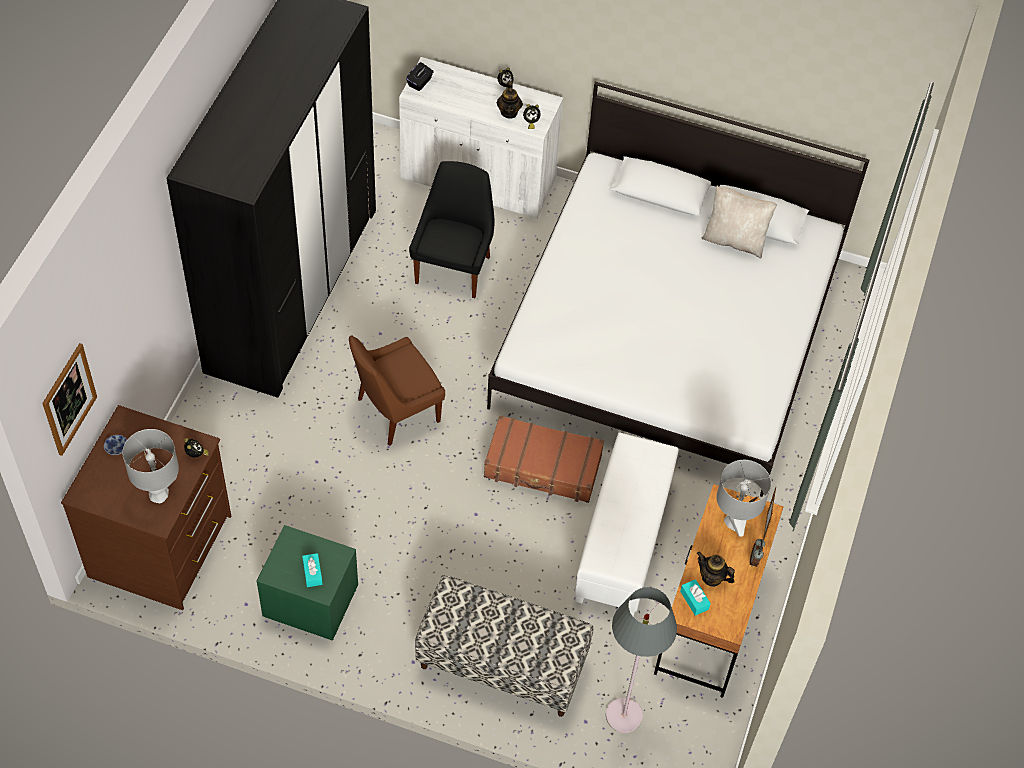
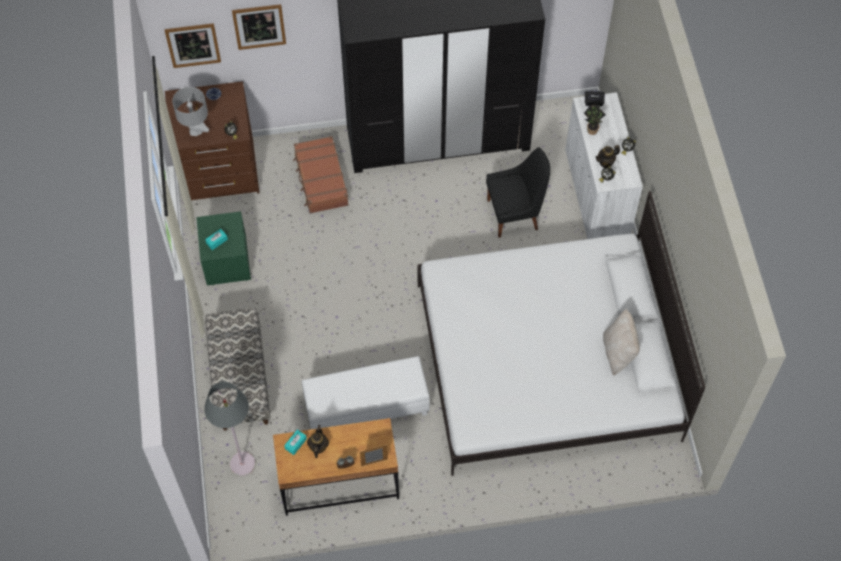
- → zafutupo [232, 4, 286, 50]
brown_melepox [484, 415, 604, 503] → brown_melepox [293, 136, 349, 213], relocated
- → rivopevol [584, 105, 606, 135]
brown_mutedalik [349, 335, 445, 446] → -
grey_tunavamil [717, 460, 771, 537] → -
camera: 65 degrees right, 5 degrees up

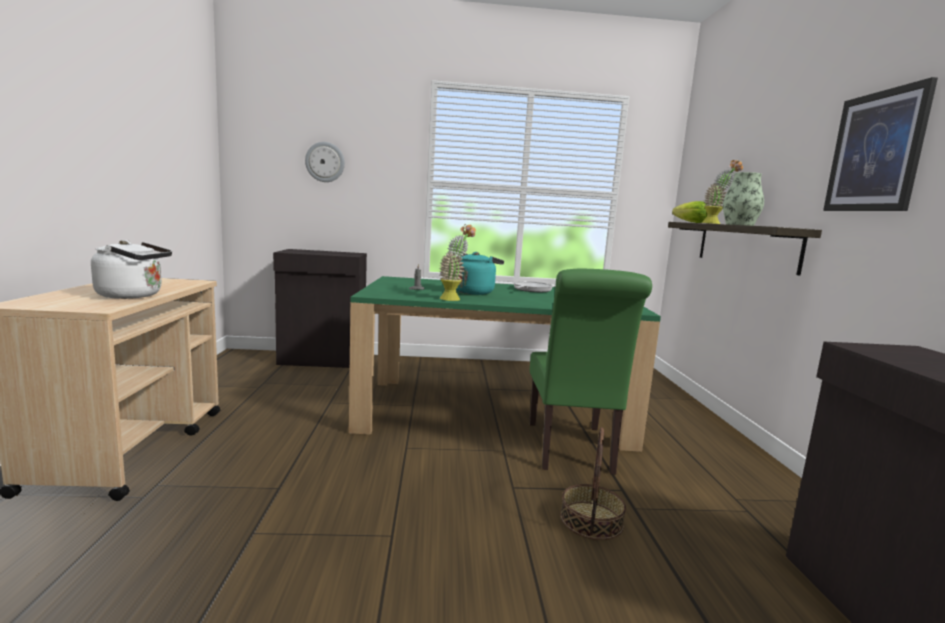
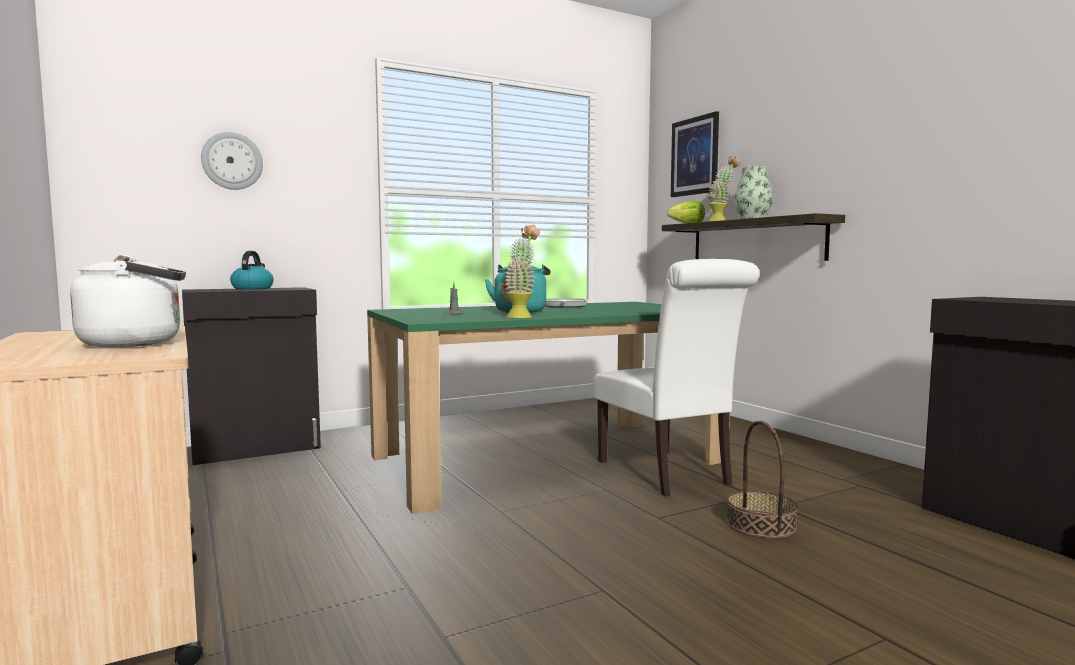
- → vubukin [230, 251, 274, 289]
green_mutedalik [529, 269, 652, 475] → white_mutedalik [593, 259, 760, 497]
zafutupo [823, 77, 938, 211] → zafutupo [671, 111, 719, 197], relocated
camera: 25 degrees left, 5 degrees down

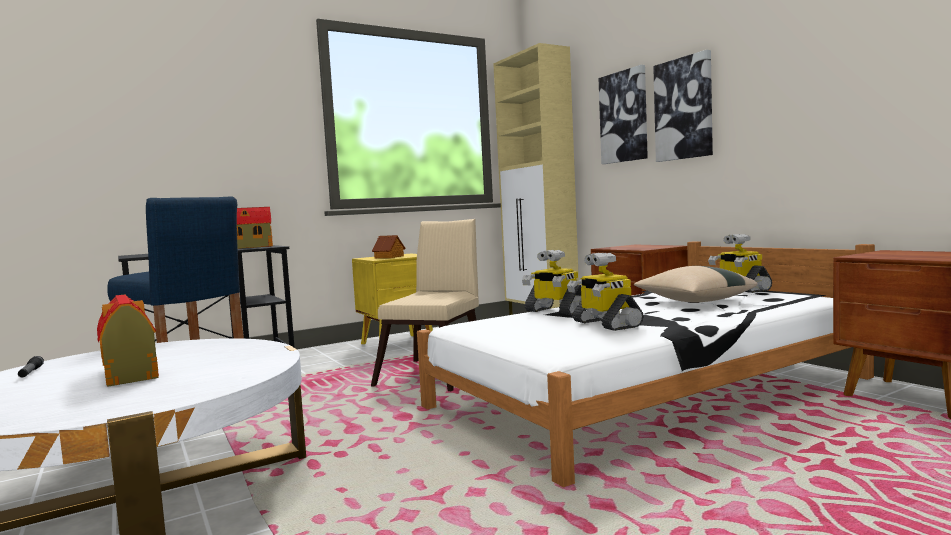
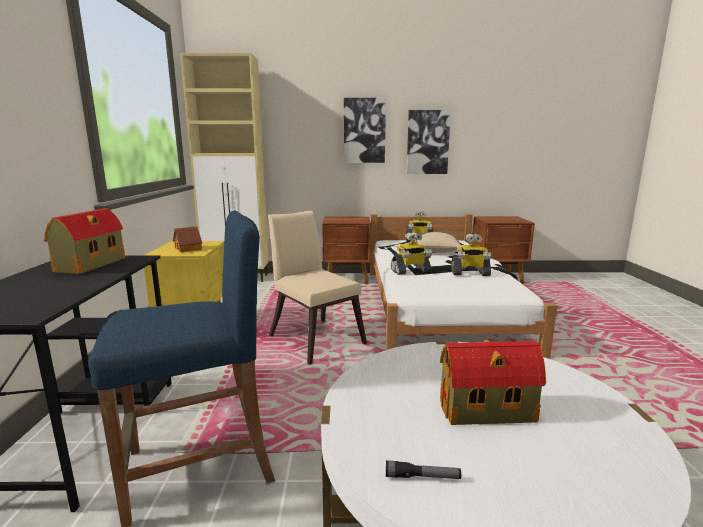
zafutupo [599, 65, 648, 164] → zafutupo [406, 110, 451, 174], relocated
camera: 60 degrees left, 10 degrees up

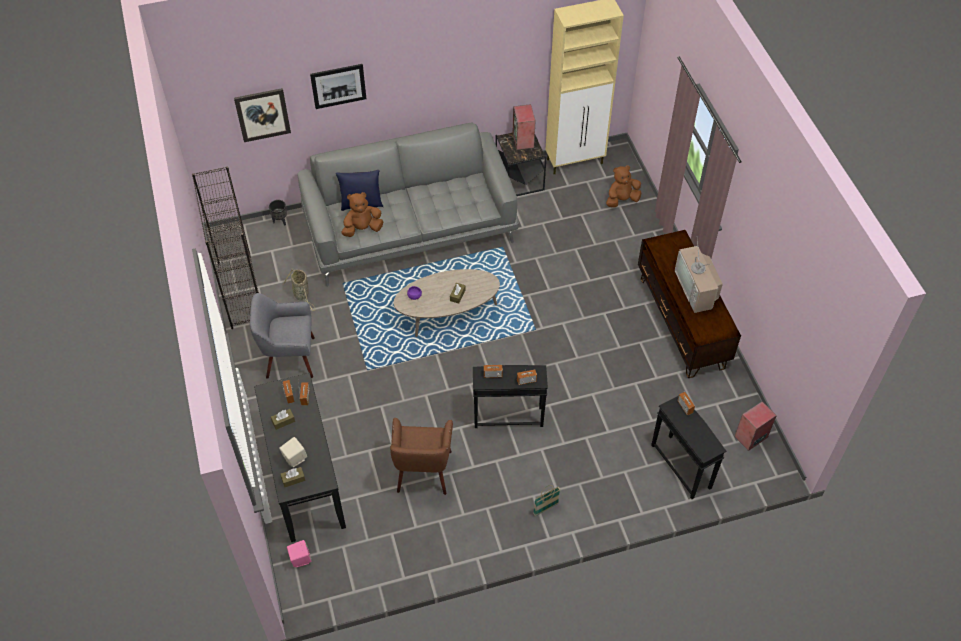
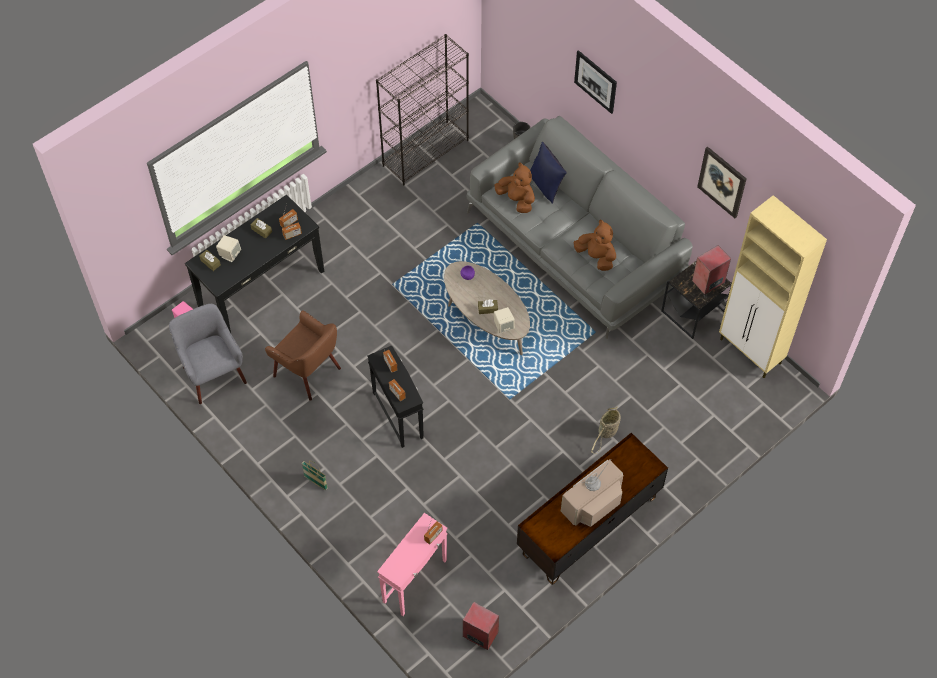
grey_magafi [250, 293, 315, 379] → grey_magafi [169, 304, 247, 404], relocated
brown_magafi [390, 418, 453, 495] → brown_magafi [265, 310, 341, 401], 120 degrees counterclockwise
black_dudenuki [651, 396, 726, 499] → pink_dudenuki [377, 513, 448, 616]
- → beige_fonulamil [494, 307, 515, 333]
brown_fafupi [606, 165, 641, 207] → brown_fafupi [573, 220, 616, 271], relocated
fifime [283, 269, 316, 311] → fifime [591, 406, 621, 454], relocated
zafutupo [234, 88, 291, 142] → zafutupo [697, 146, 747, 218], relocated
camera: 65 degrees right, 5 degrees up

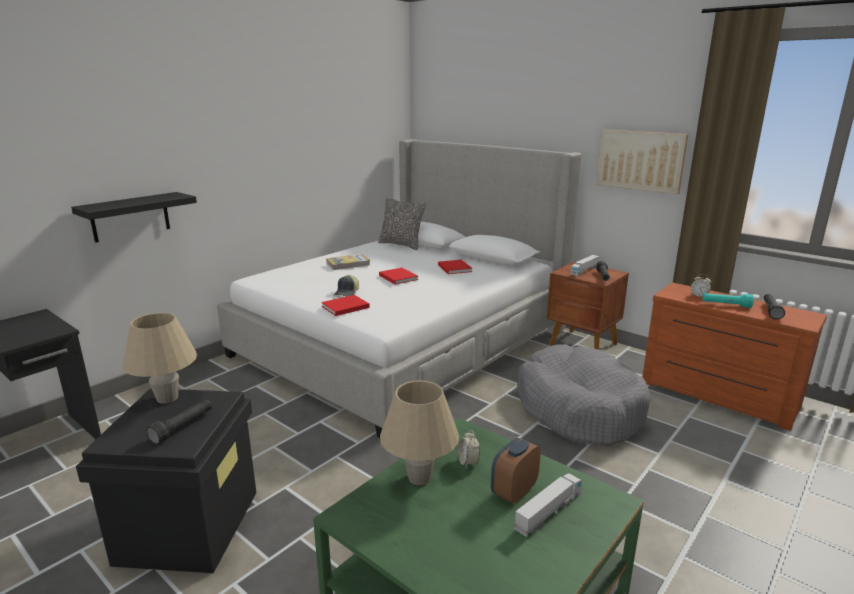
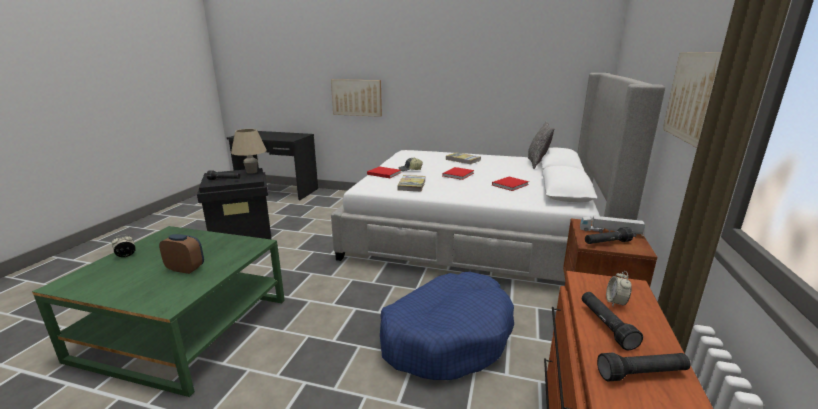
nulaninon [458, 430, 480, 469] → nulaninon [112, 234, 136, 257], relocated
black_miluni [71, 192, 197, 243] → zafutupo [331, 79, 382, 117]
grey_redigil [517, 344, 651, 446] → blue_redigil [380, 271, 514, 380]
- → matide [397, 175, 426, 192]
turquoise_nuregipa [703, 293, 754, 308] → black_nuregipa [582, 292, 643, 350]
beige_tunavamil [380, 380, 459, 485] → -
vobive [514, 473, 582, 537] → -
camera: 65 degrees right, 0 degrees up

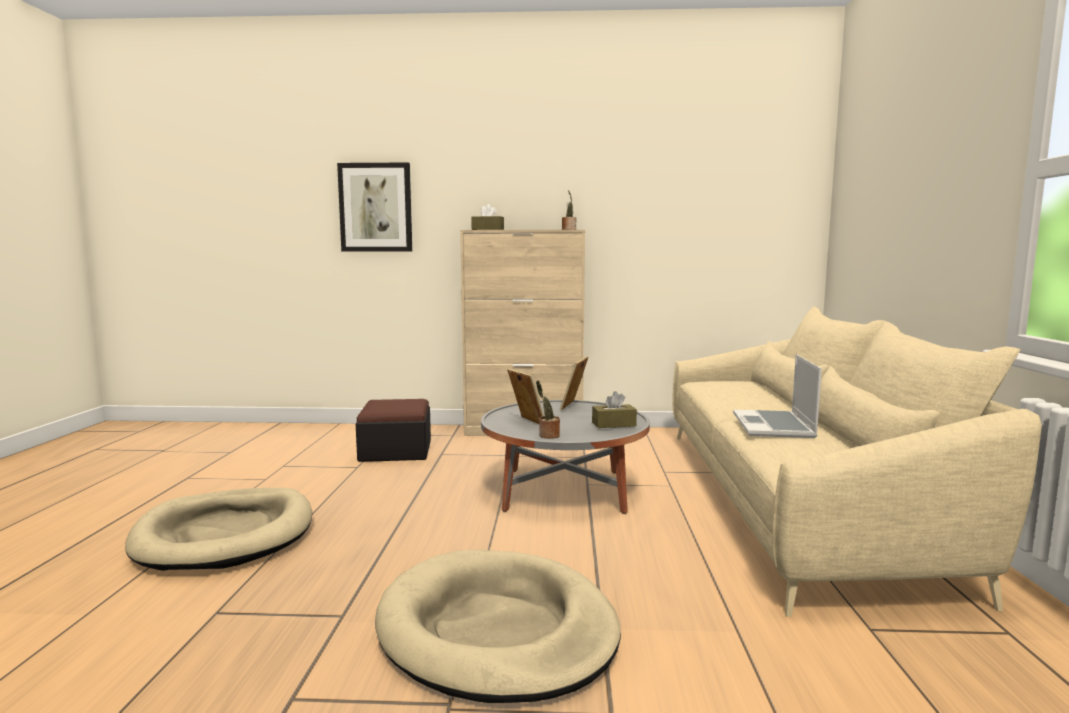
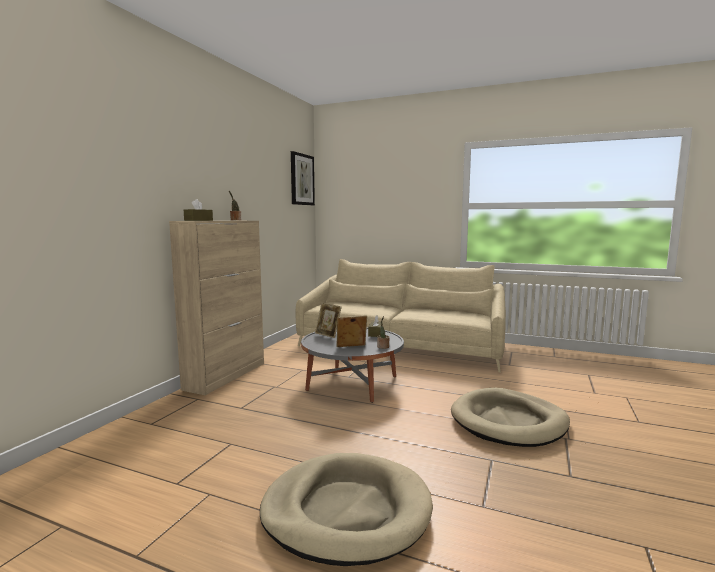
zafutupo [337, 162, 412, 252] → zafutupo [291, 151, 315, 205], relocated
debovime [356, 399, 431, 462] → -
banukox [733, 354, 822, 438] → -
camera: 70 degrees left, 0 degrees up

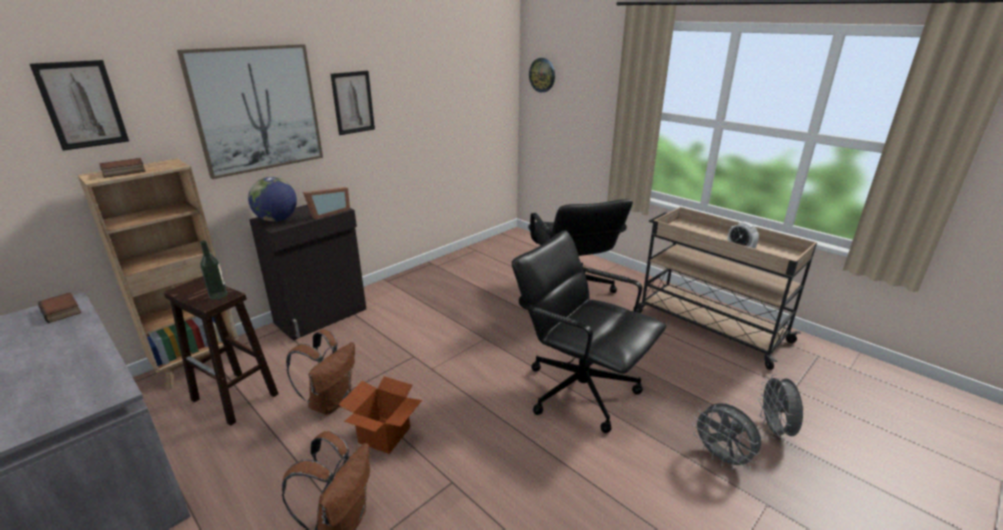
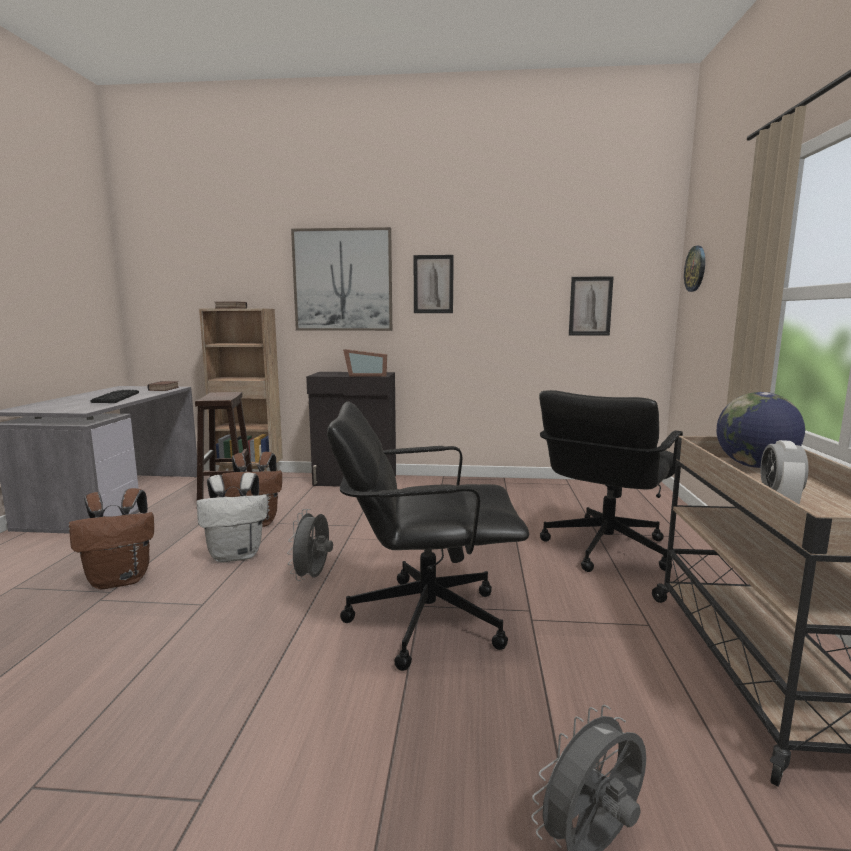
- → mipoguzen [91, 390, 139, 403]
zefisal [338, 376, 422, 454] → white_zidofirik [197, 472, 268, 563]
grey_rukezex [692, 403, 761, 470] → grey_rukezex [287, 509, 333, 581], relocated
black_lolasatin [512, 230, 666, 433] → black_lolasatin [327, 402, 529, 671], 90 degrees counterclockwise
zafutupo [30, 60, 129, 151] → zafutupo [569, 277, 614, 336], relocated
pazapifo [248, 177, 297, 222] → pazapifo [717, 392, 805, 468], relocated
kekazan [200, 240, 227, 300] → -
camera: 50 degrees right, 15 degrees down

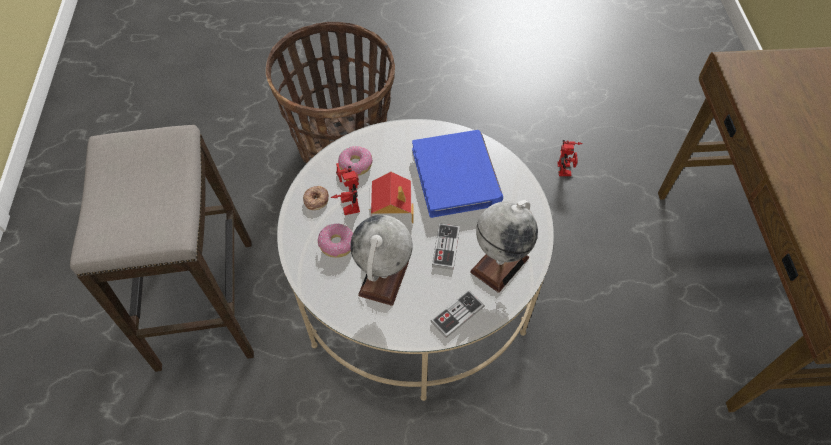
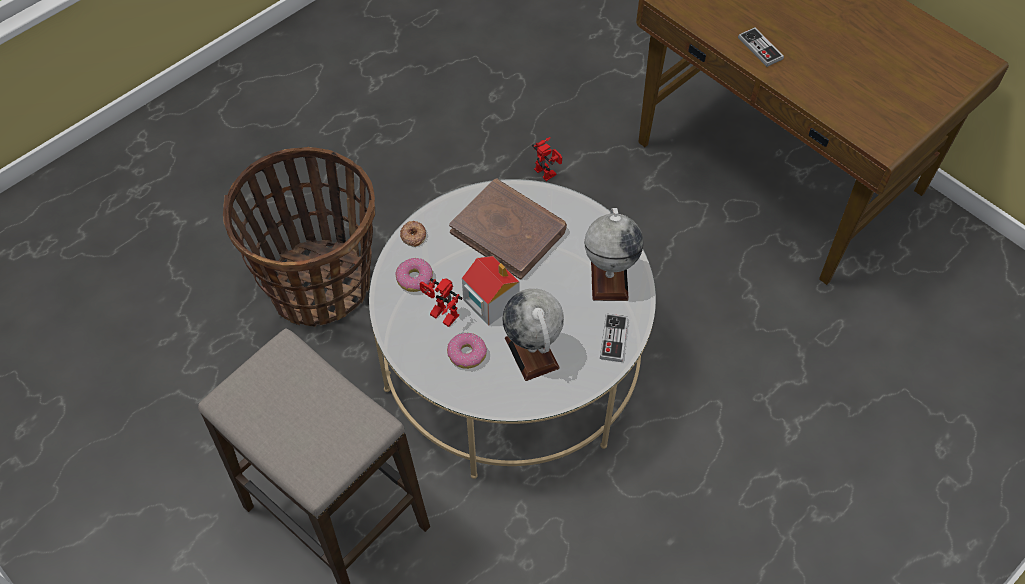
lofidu [303, 186, 329, 210] → lofidu [400, 221, 426, 247], relocated
blue_matide [412, 130, 503, 218] → brown_matide [449, 179, 567, 280]
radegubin [432, 223, 460, 270] → radegubin [738, 27, 784, 67], relocated
camera: 40 degrees left, 0 degrees up

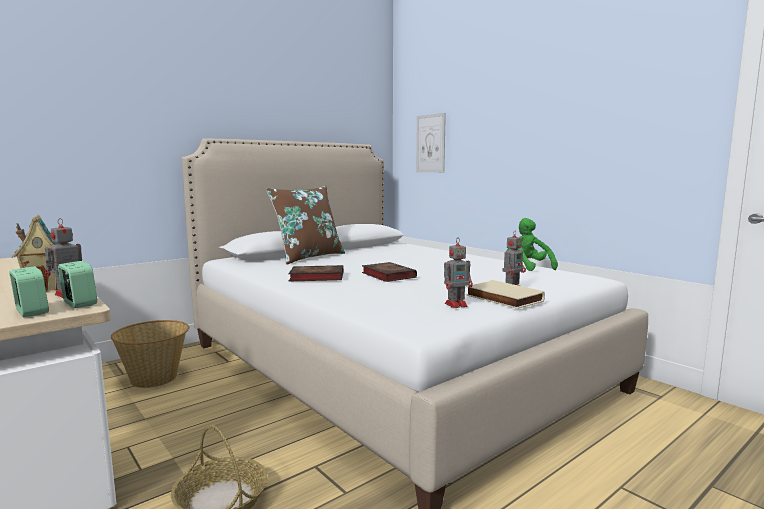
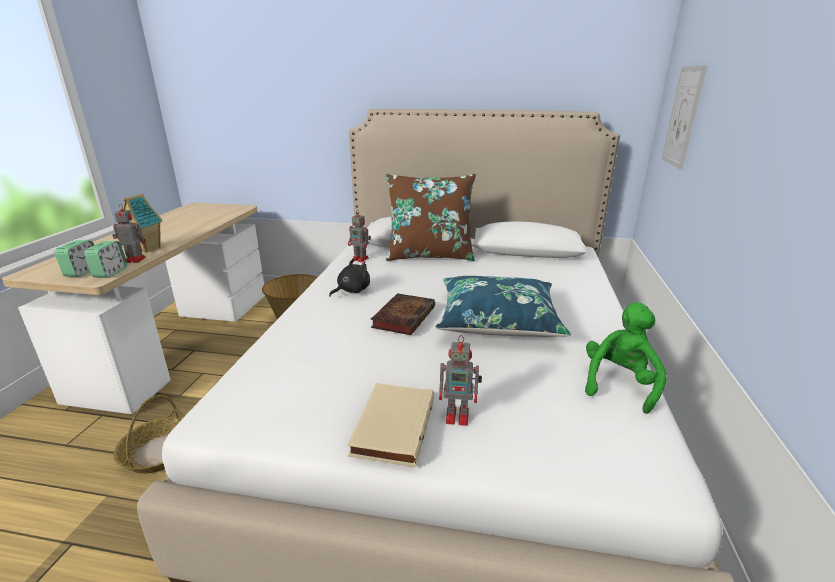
matide [288, 265, 343, 281] → black_fafupi [329, 259, 370, 297]
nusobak [444, 239, 473, 308] → nusobak [348, 211, 371, 262], relocated
- → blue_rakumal [435, 276, 571, 337]
camera: 50 degrees right, 15 degrees up

